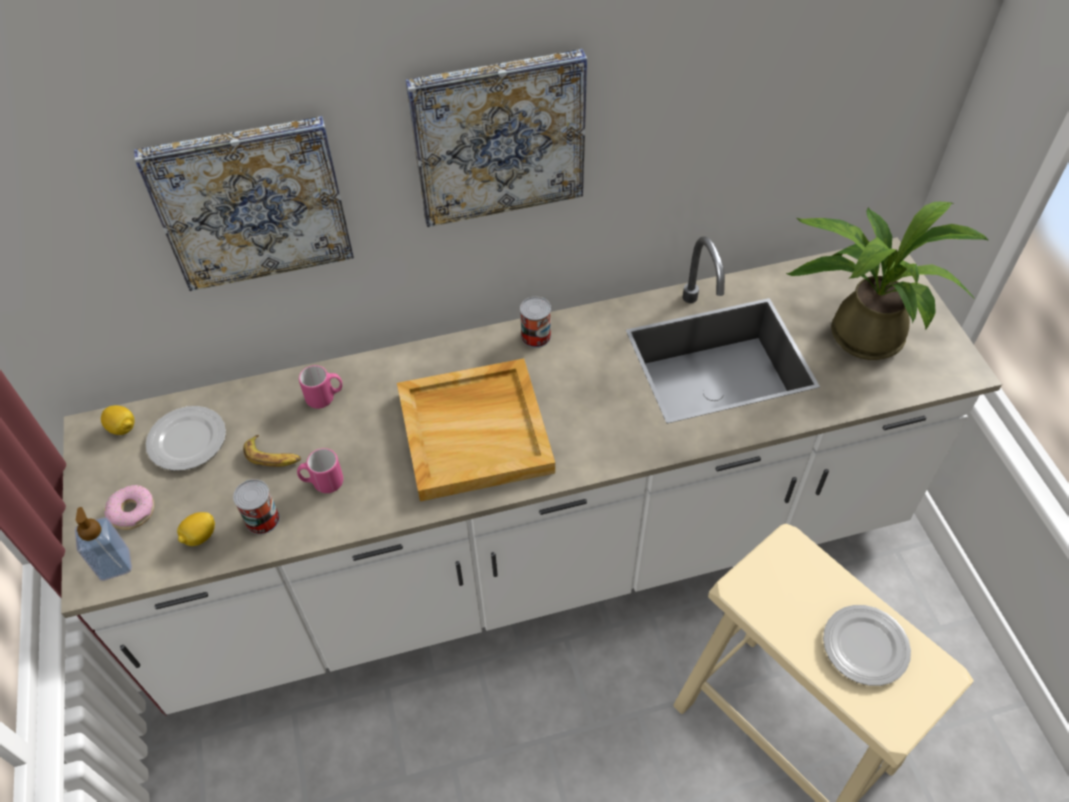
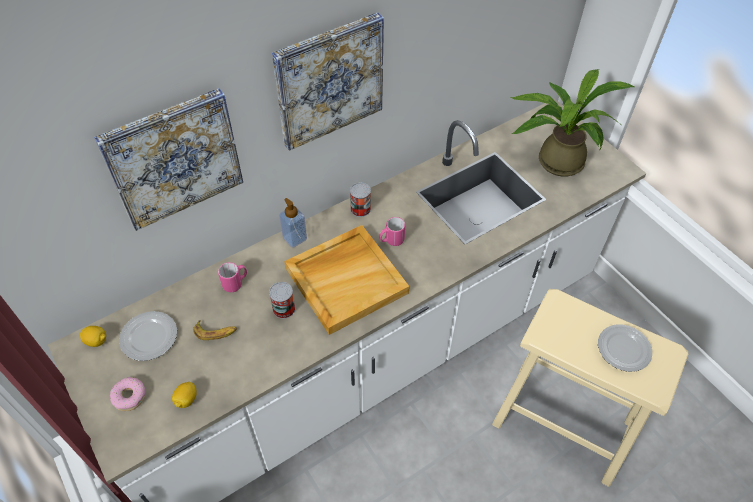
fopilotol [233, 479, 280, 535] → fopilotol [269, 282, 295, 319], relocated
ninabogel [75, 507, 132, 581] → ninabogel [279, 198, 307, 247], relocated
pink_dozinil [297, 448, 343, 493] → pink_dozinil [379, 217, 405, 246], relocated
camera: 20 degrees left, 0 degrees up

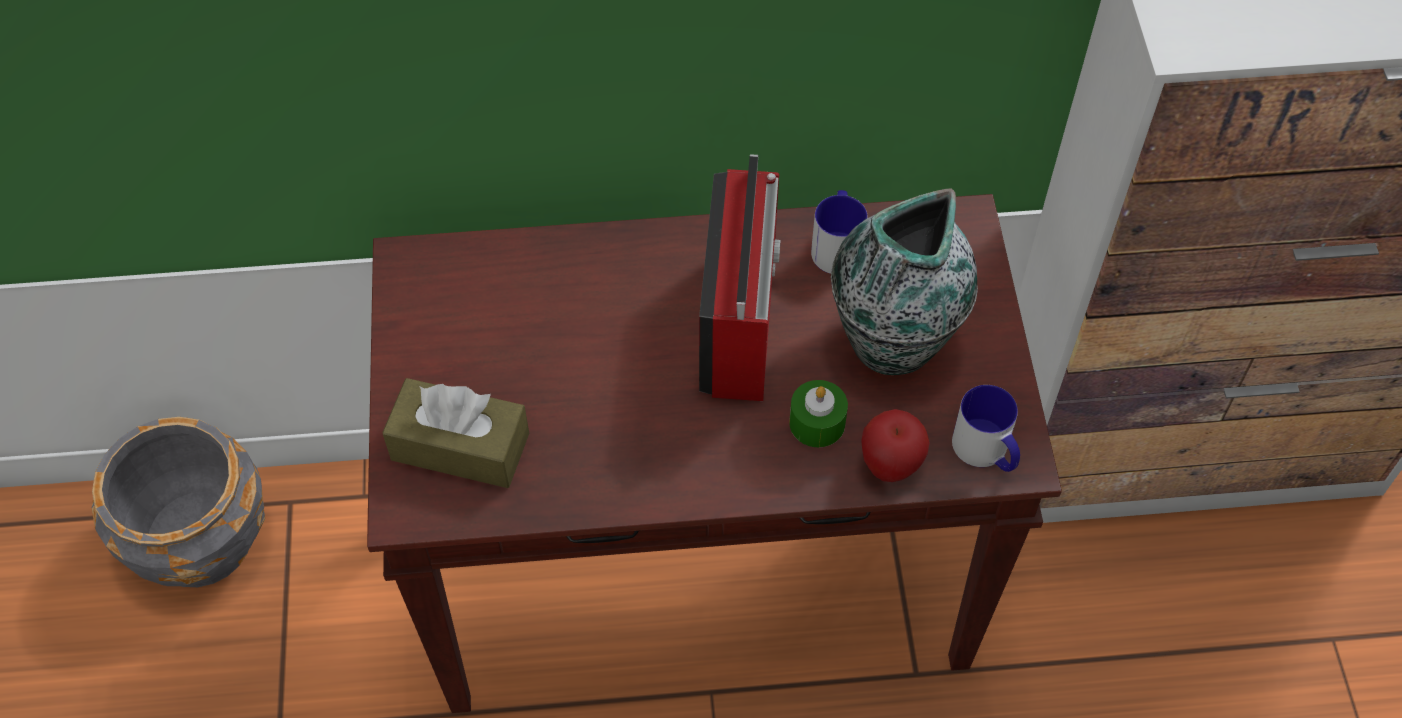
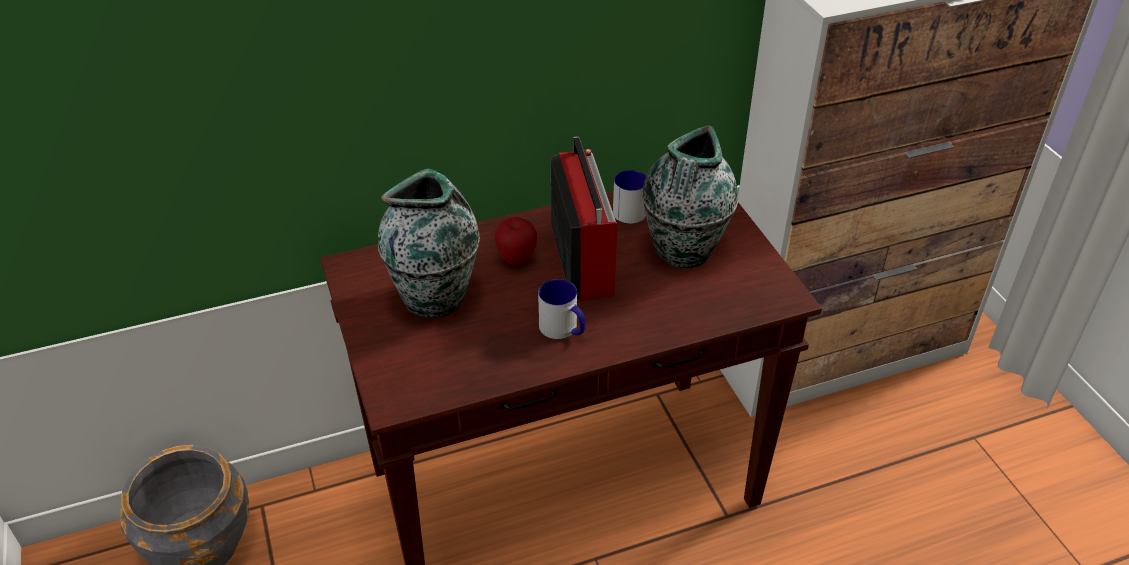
- → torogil [378, 169, 480, 318]
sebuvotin [861, 409, 930, 482] → sebuvotin [495, 217, 537, 264], relocated
dozinil [952, 385, 1020, 472] → dozinil [538, 279, 586, 339], relocated
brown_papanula [382, 378, 529, 488] → -
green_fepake [789, 380, 848, 447] → -
camera: 15 degrees left, 15 degrees down

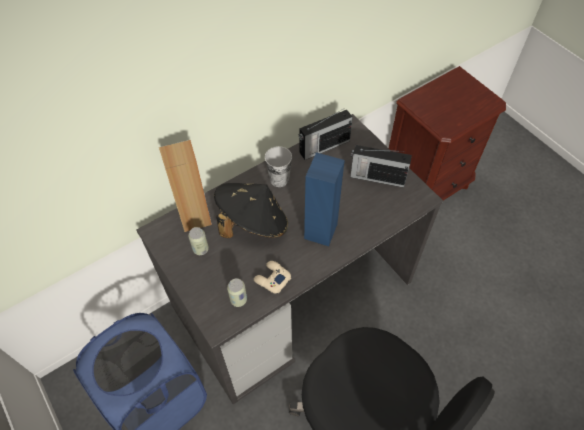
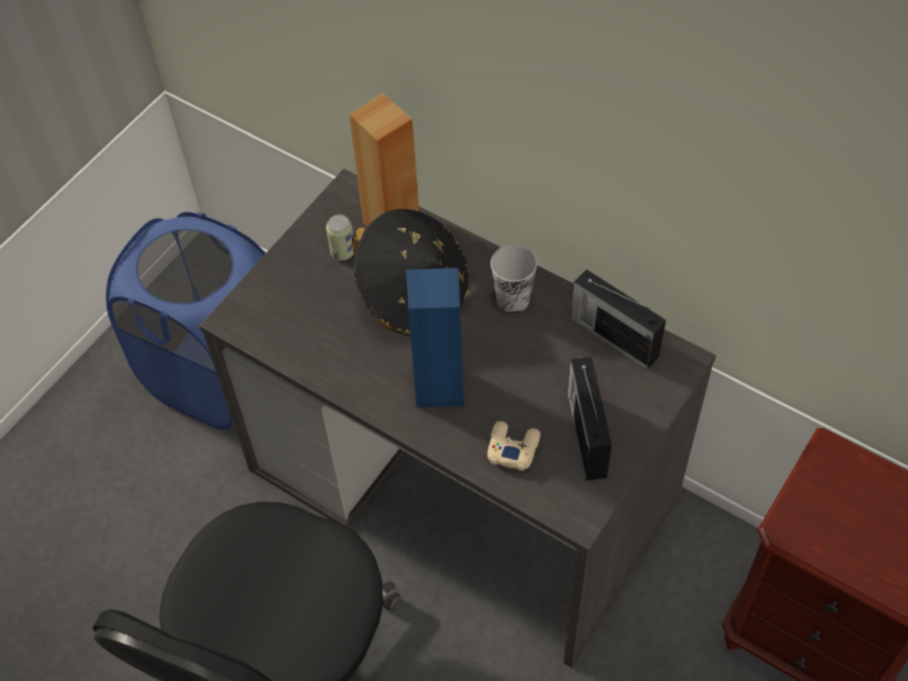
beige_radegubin [254, 261, 291, 294] → beige_radegubin [487, 421, 540, 471], relocated
fopilotol [227, 278, 247, 307] → -
camera: 70 degrees right, 0 degrees up

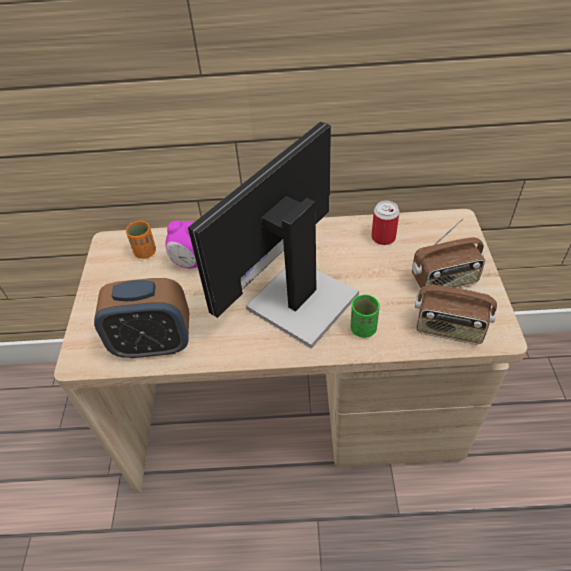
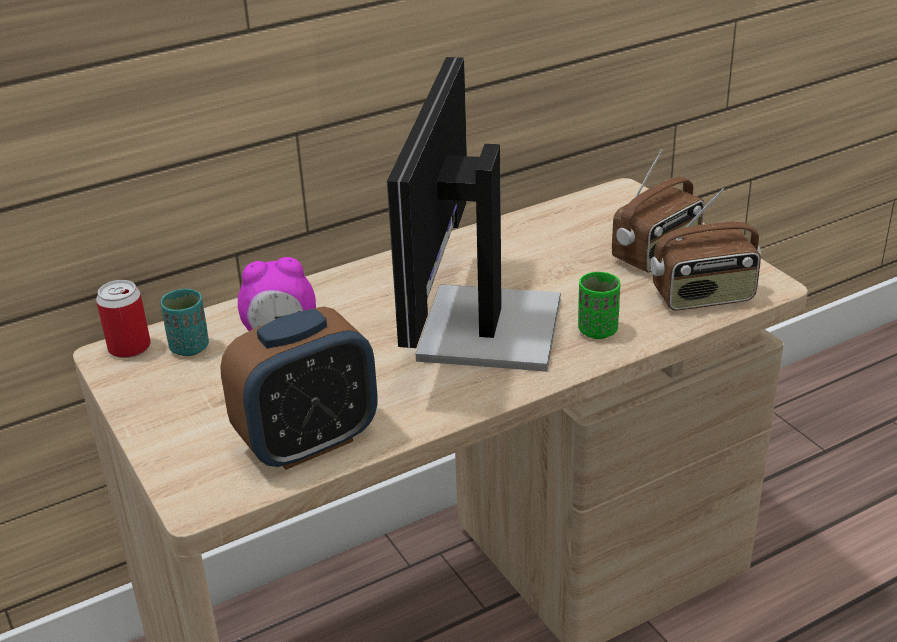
fopilotol [371, 201, 399, 245] → fopilotol [96, 280, 151, 358], relocated
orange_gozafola [126, 221, 156, 259] → turquoise_gozafola [161, 289, 209, 356]
camera: 30 degrees left, 15 degrees down

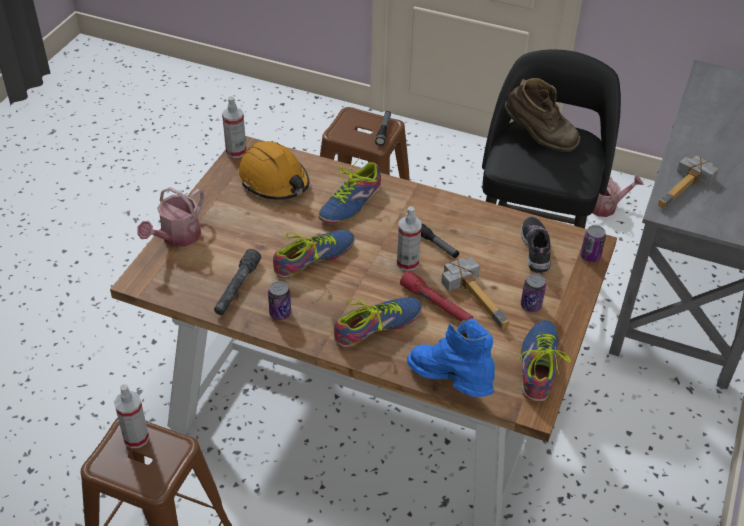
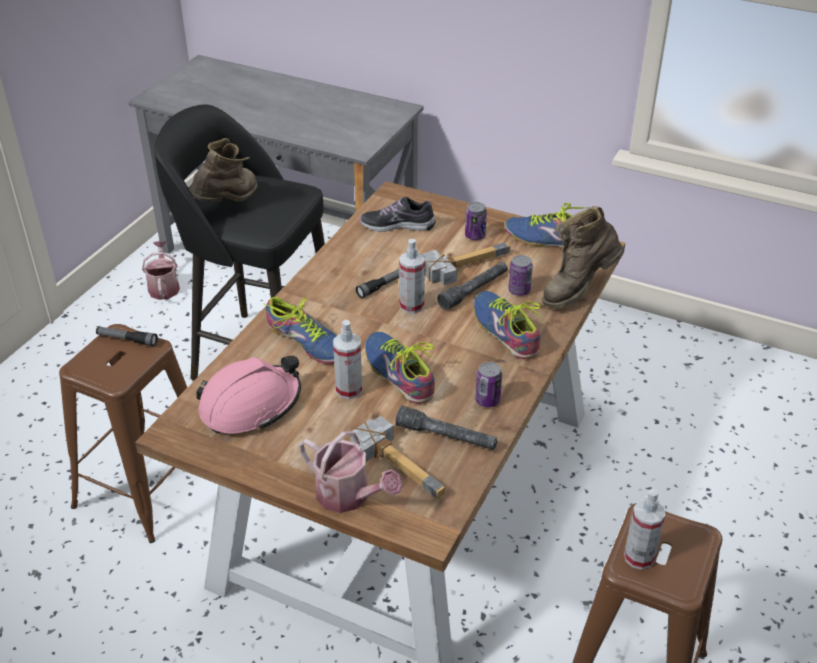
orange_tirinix [238, 141, 309, 200] → pink_tirinix [197, 356, 301, 434]
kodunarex [222, 96, 247, 158] → kodunarex [333, 320, 362, 399], relocated
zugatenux [658, 156, 719, 208] → zugatenux [350, 416, 445, 499], relocated
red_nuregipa [400, 271, 473, 322] → grey_nuregipa [437, 262, 508, 310]
fopilotol [580, 225, 606, 262] → fopilotol [508, 255, 533, 296], relocated
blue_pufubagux [407, 318, 495, 397] → brown_pufubagux [542, 206, 624, 309]
camera: 85 degrees left, 5 degrees down

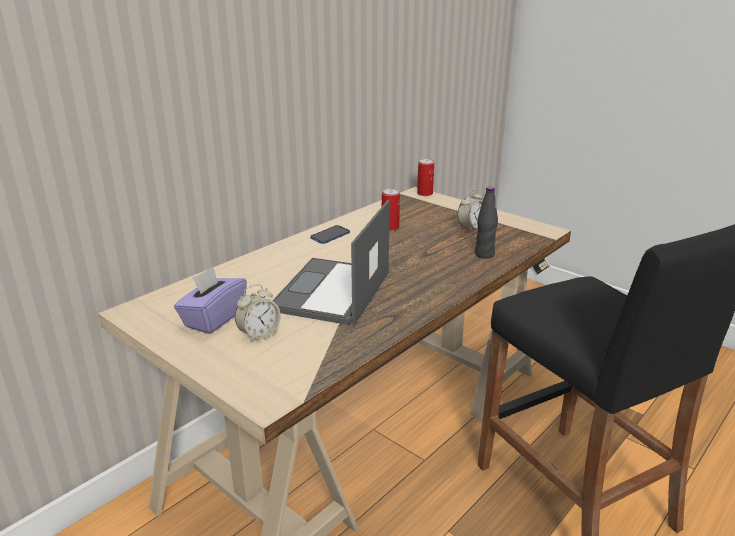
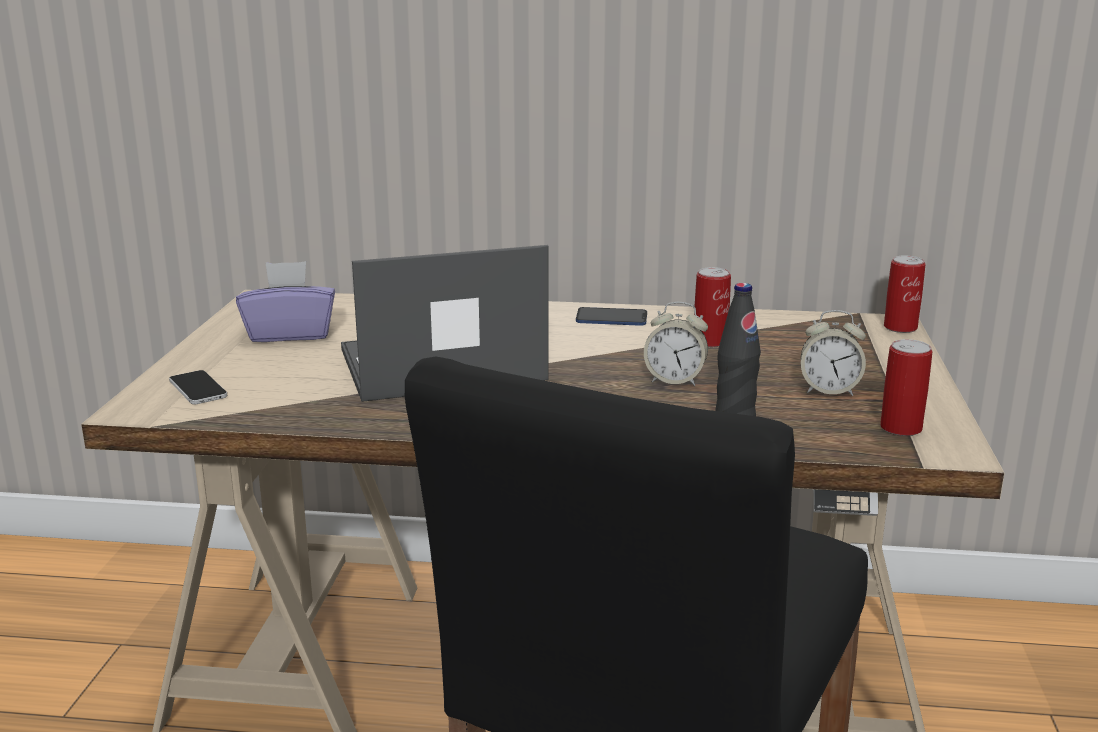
- → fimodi [169, 370, 227, 404]
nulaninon [235, 284, 281, 342] → nulaninon [644, 302, 708, 386], relocated
- → fopilotol [880, 339, 933, 436]
camera: 55 degrees right, 5 degrees down

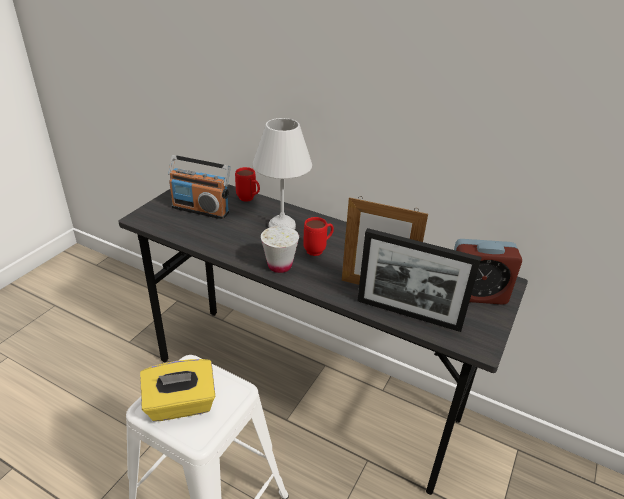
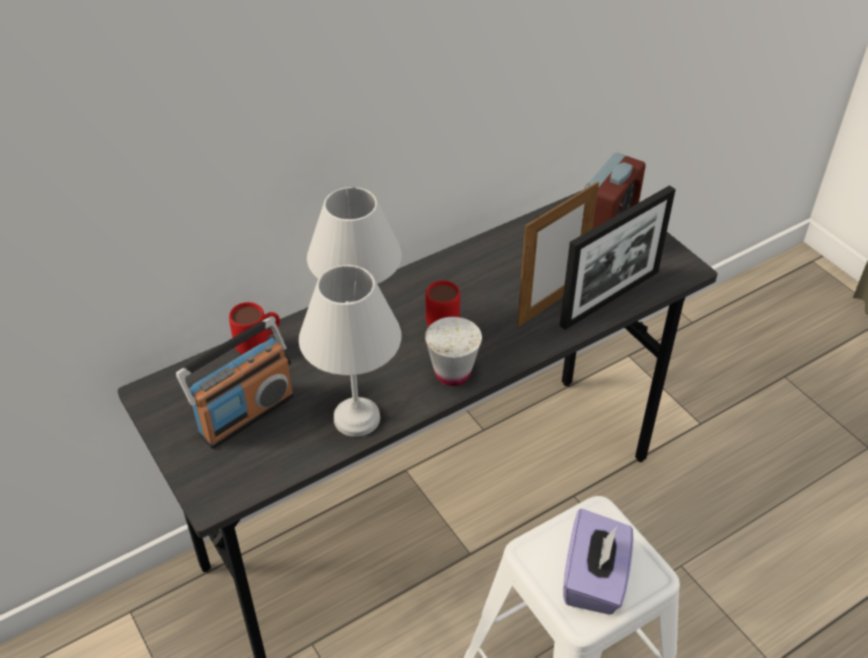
- → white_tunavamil [299, 265, 402, 437]
yellow_papanula [140, 359, 215, 422] → purple_papanula [563, 509, 633, 615]
camera: 60 degrees left, 10 degrees up

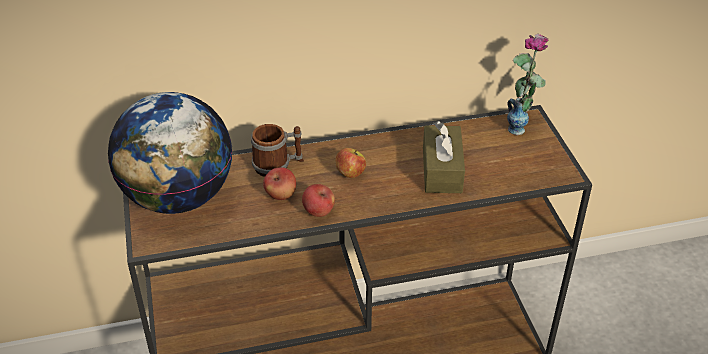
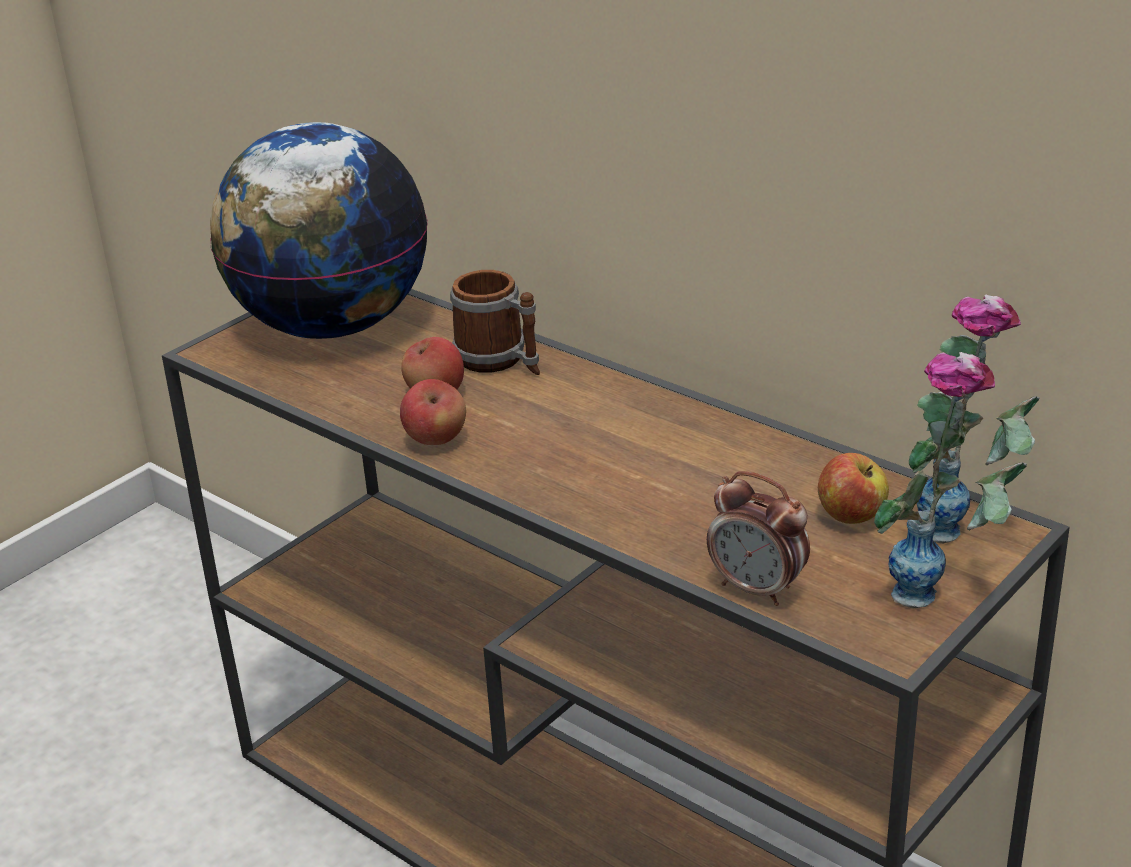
- → nulaninon [707, 471, 810, 606]
sebuvotin [335, 148, 366, 178] → sebuvotin [818, 453, 889, 524], relocated
- → torogil [874, 352, 1027, 609]
brown_papanula [423, 121, 465, 193] → -
camera: 55 degrees right, 10 degrees down

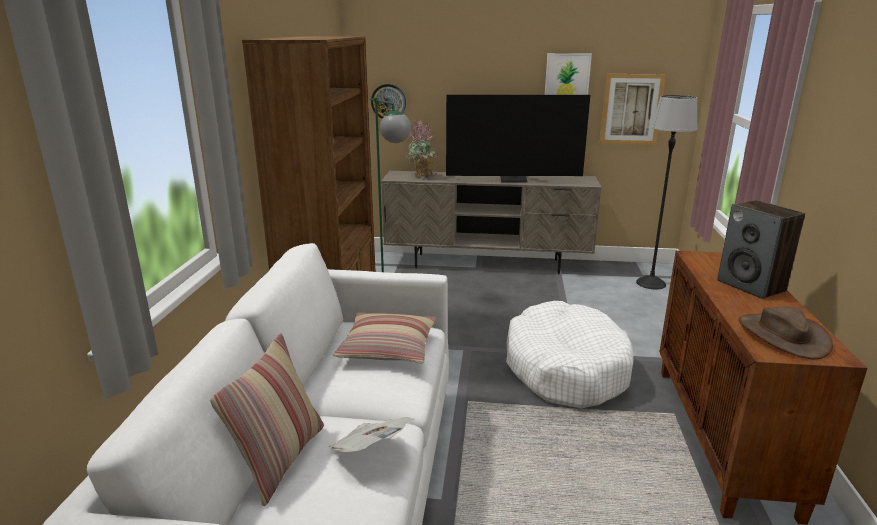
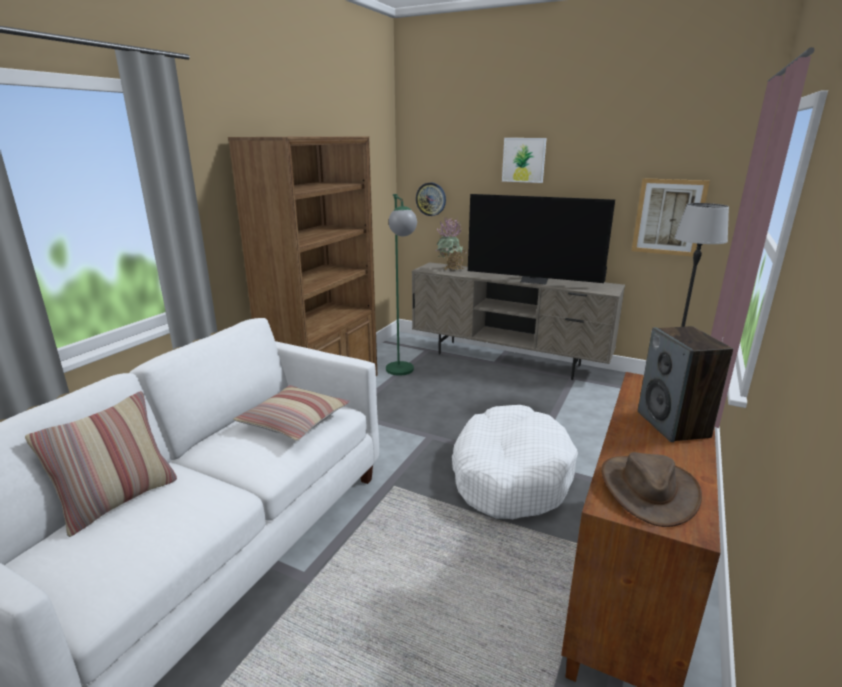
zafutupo [545, 53, 592, 95] → zafutupo [502, 138, 547, 183], relocated
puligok [329, 417, 414, 452] → -
camera: 20 degrees right, 0 degrees up

